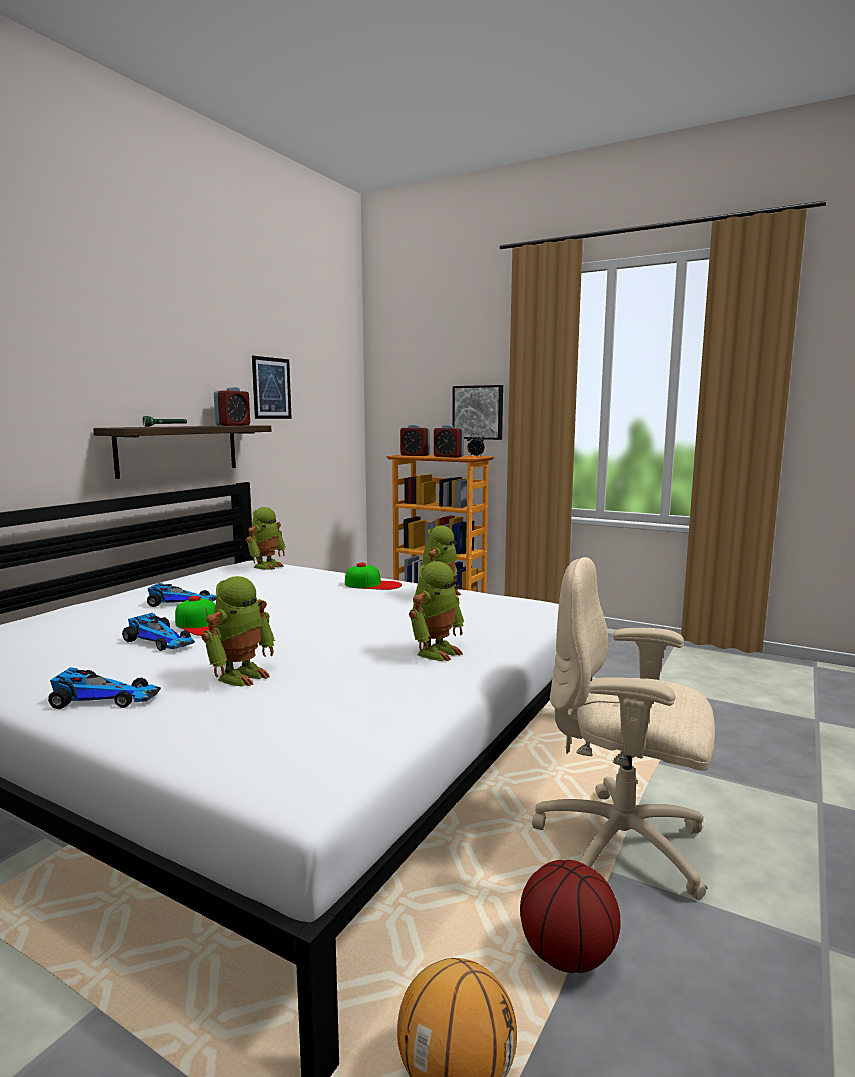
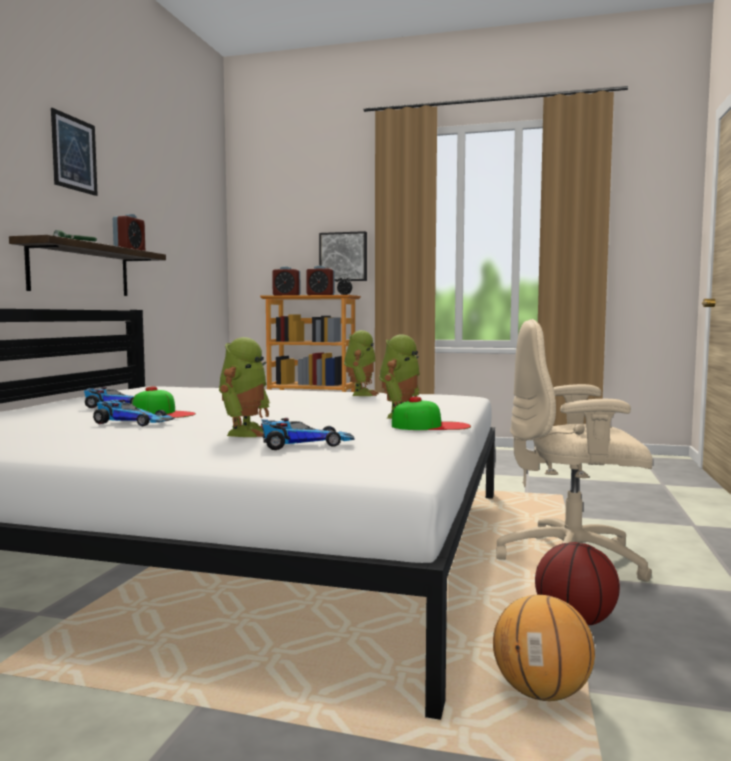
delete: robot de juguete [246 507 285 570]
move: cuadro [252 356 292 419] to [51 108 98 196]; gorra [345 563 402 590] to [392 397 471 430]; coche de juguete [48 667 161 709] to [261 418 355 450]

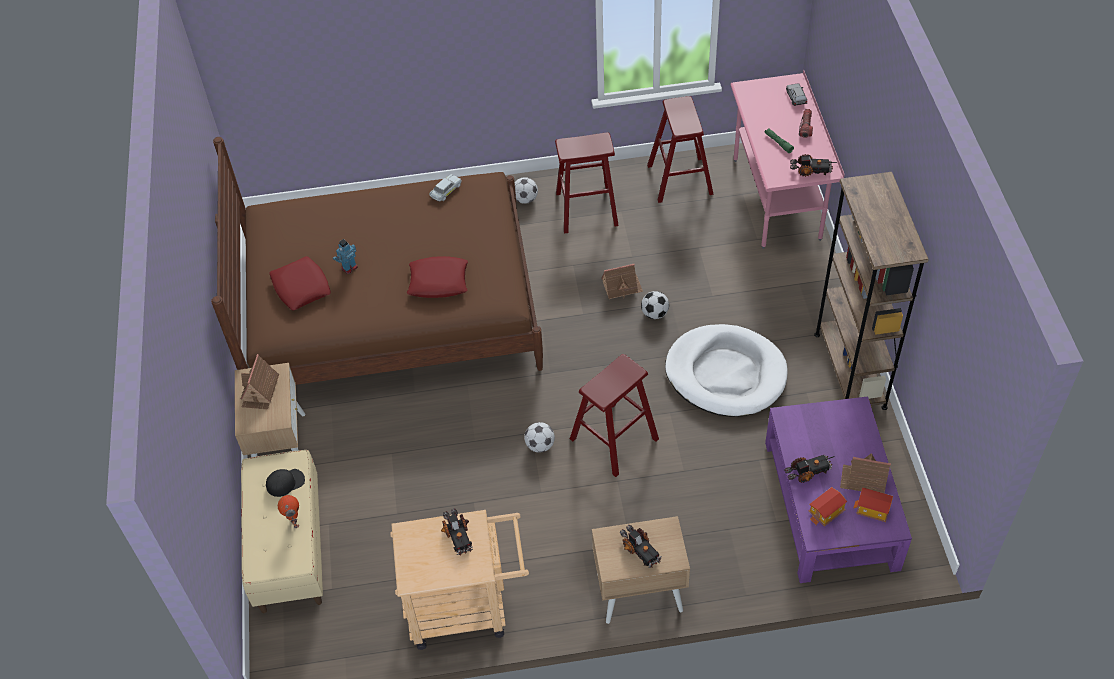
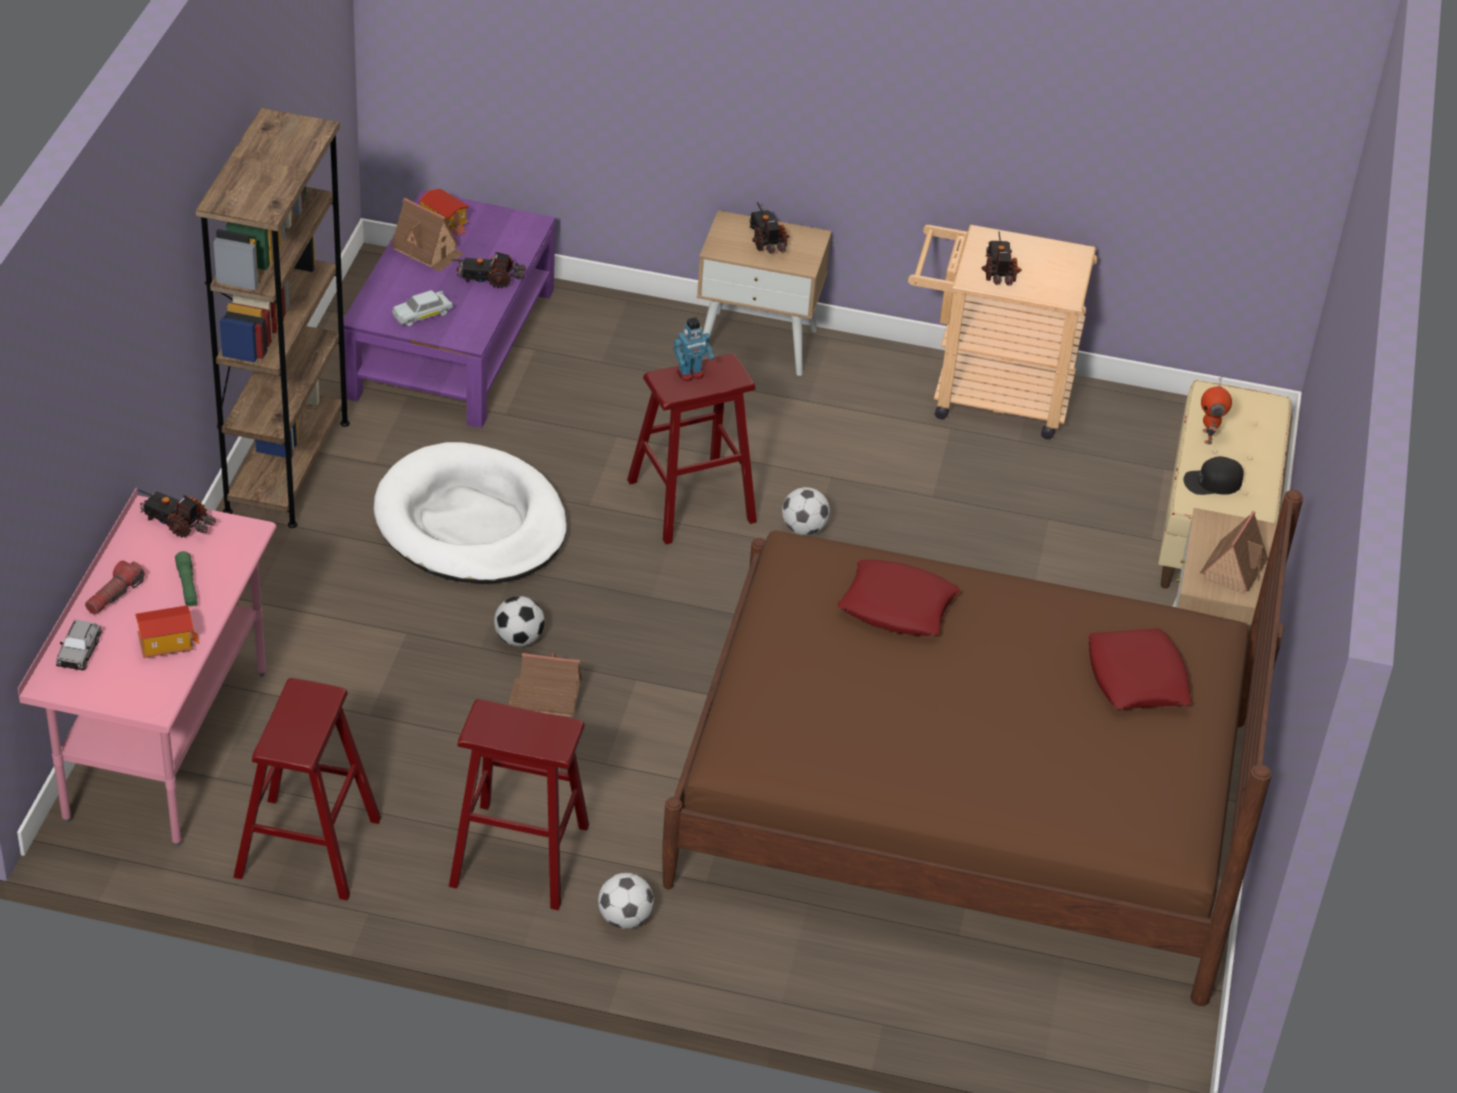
move: coche de juguete [blanco] [429 174 462 202] to [392 290 453 327]; robot de juguete [333 239 358 274] to [674 317 714 382]; casita [809 487 847 526] to [135 605 200 658]

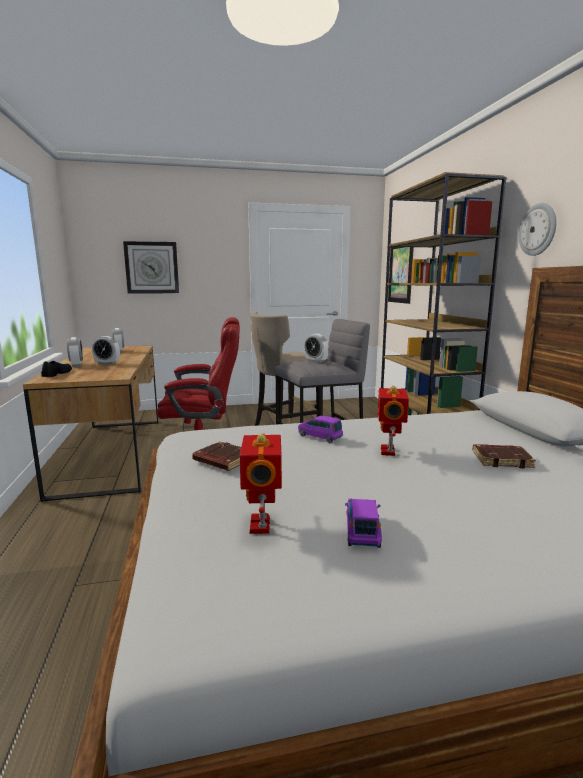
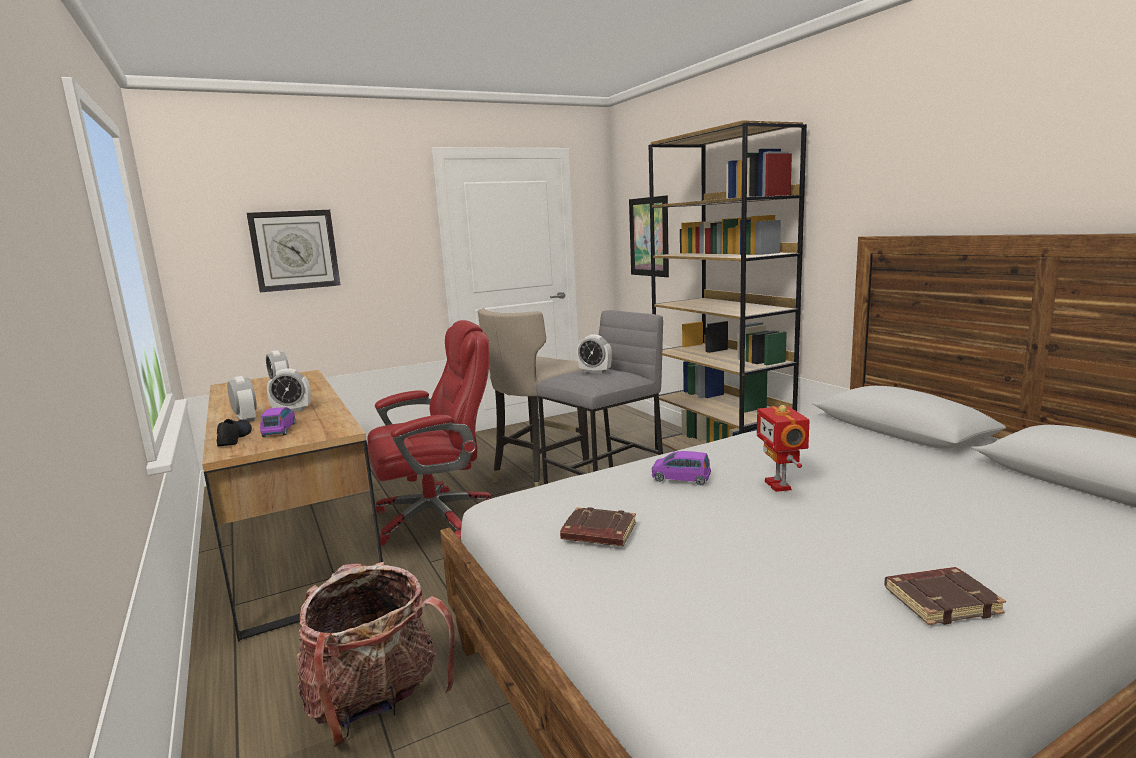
delete: reloj de pared [519 203 557 256]; robot de juguete [239 434 282 534]
insert: mochila [297 562 455 747]
move: libro [marrón] [473 444 536 468] to [884 567 1006 625]; coche de juguete [morado] [345 499 382 548] to [260 407 295 437]

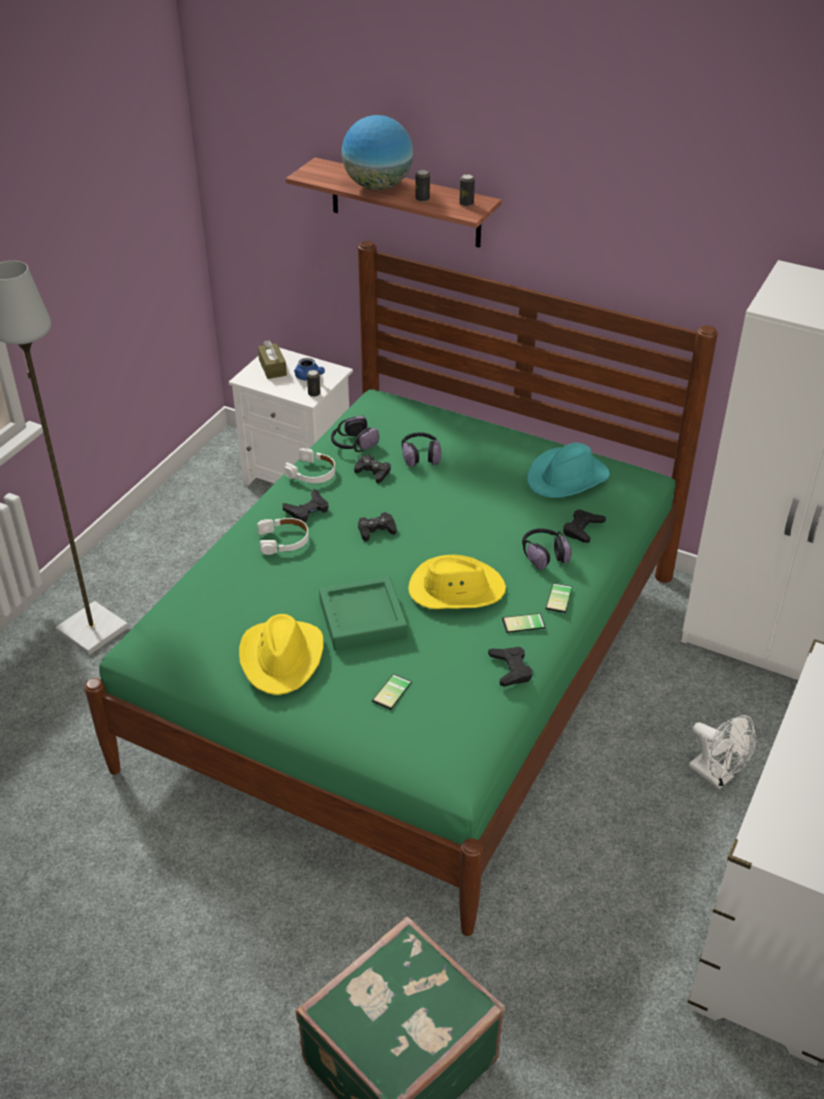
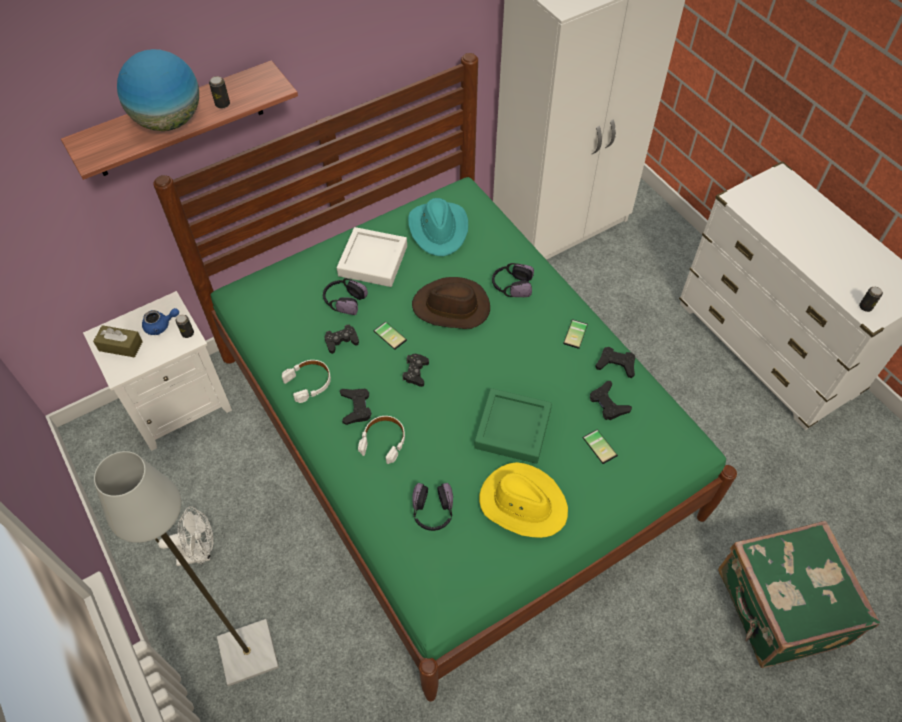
delete: sombrero [amarillo] [408 554 506 609]
insert: bandeja [blanco] [337 227 407 287]; sombrero [marrón] [412 277 490 329]
move: lata [459 174 475 206] to [859 287 883 312]; auriculares [331 415 379 452] to [412 483 453 531]; mando de consola [negro] [563 509 606 543] to [590 381 632 420]; móvil [545 583 573 613] to [374 322 407 350]; ventilador [blanco] [689 715 756 789] to [158 506 213 566]

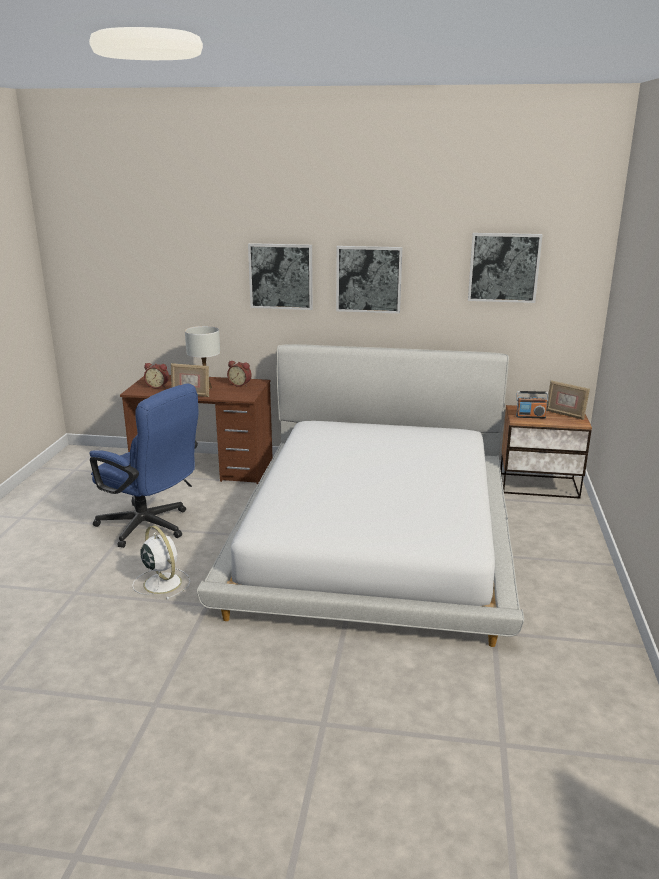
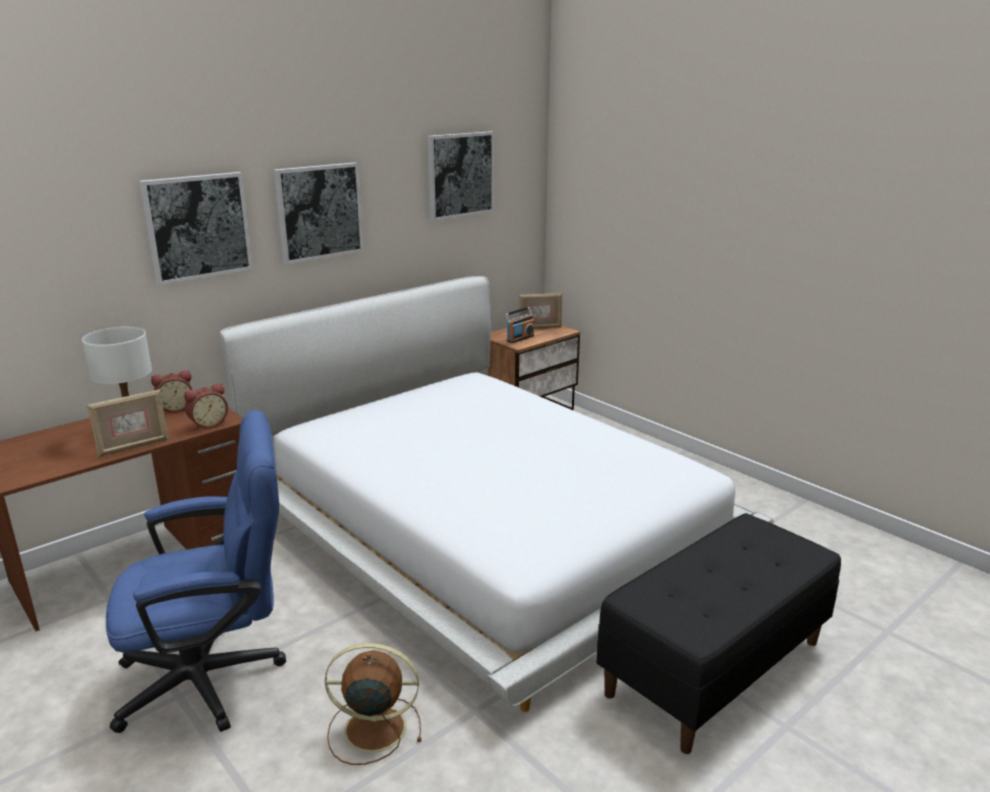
insert: banco [negro] [597 513 841 754]
move: despertador [144 363 169 389] to [184 383 228 430]
recolor: ventilador [blanco] [132 525 190 600] to ventilador [marrón] [325 643 422 765]

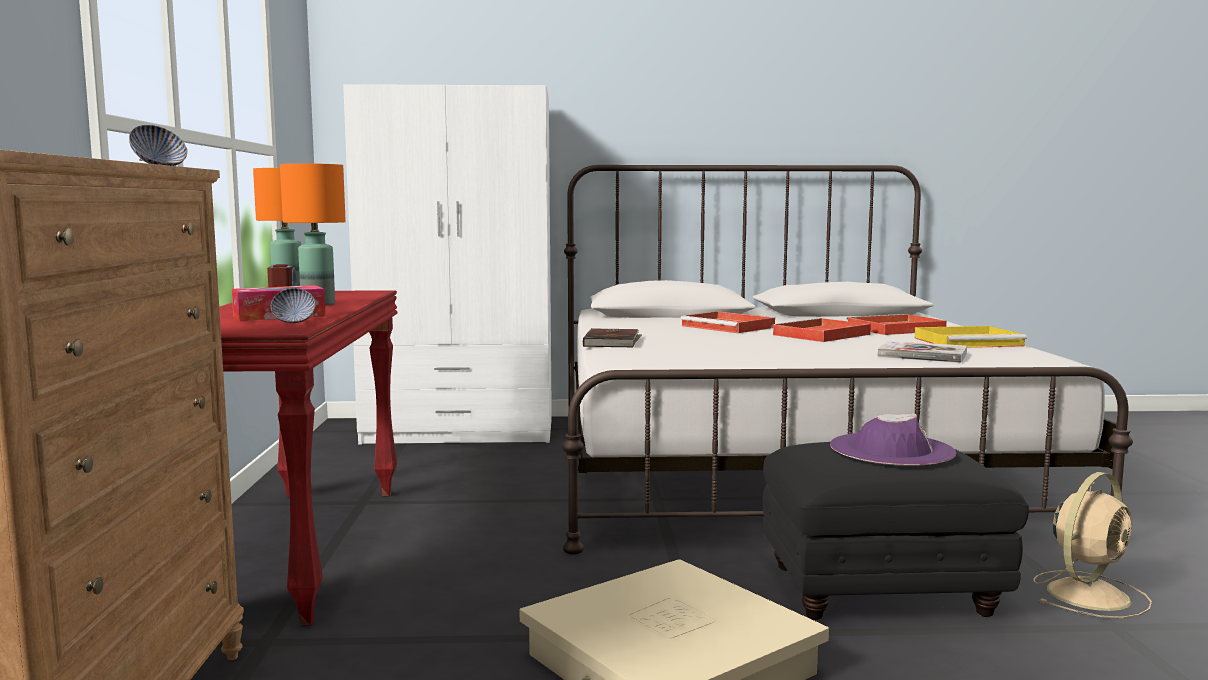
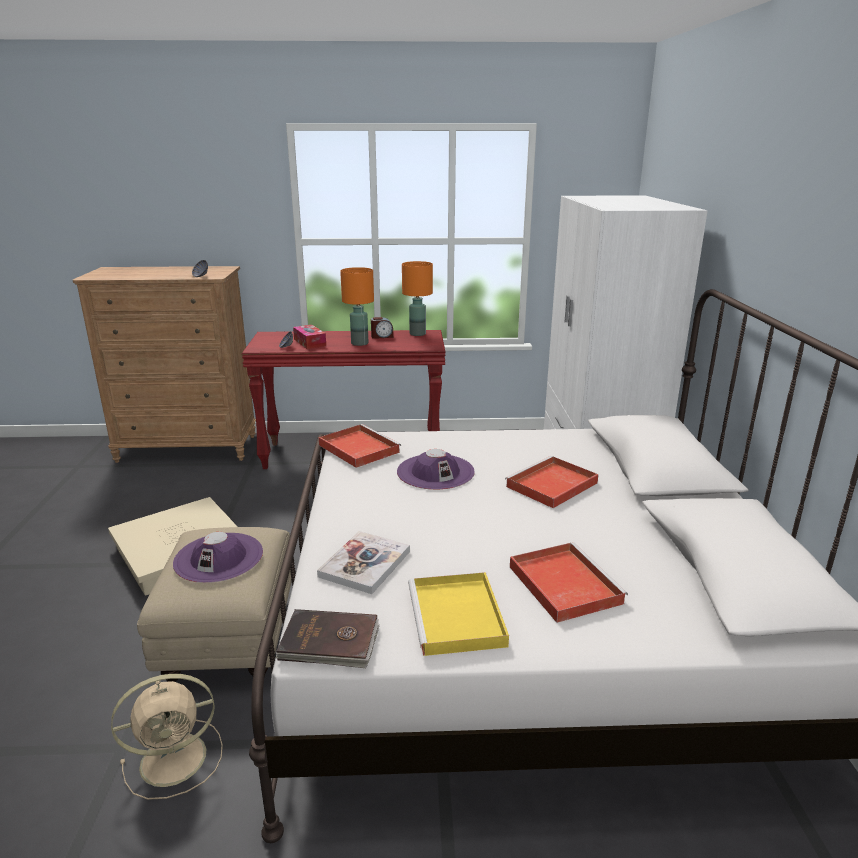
insert: sombrero [morado] [397 449 475 490]
move: bandeja [rojo] [771 318 871 342] to [319 424 401 468]; libro [marrón] [583 328 641 347] to [275 609 380 668]
recolor: puf [negro] [763 442 1029 620] to puf [beis] [137 527 292 682]
rotate: ventilador [beis] [1033 472 1152 618] = [111 674 223 800] 75 degrees counterclockwise

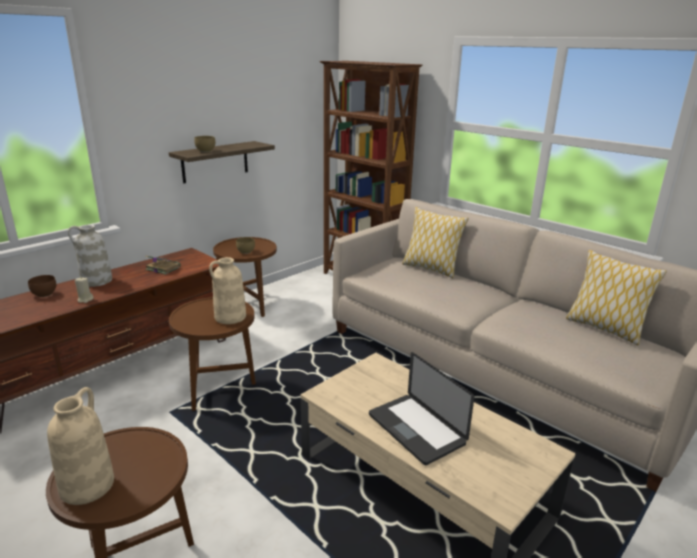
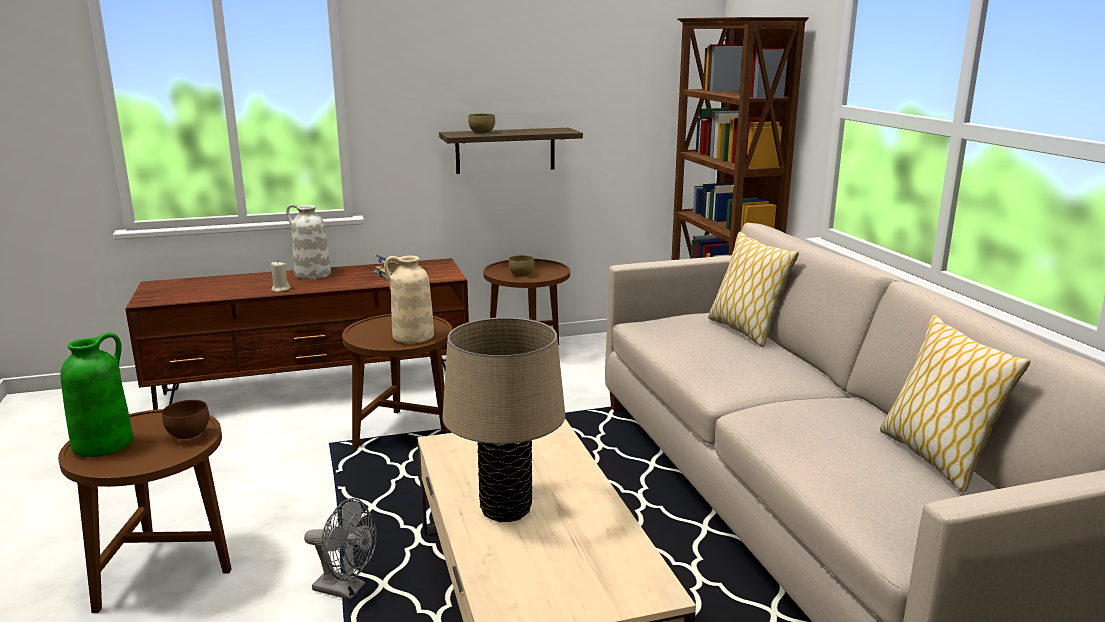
insert: ventilador [gris] [304 498 377 599]
move: cuenco [marrón] [28 275 56 297] to [162 400 209 440]
replace: portátil [369 352 474 465] to lámpara de mesa [beis] [442 317 565 522]
recolor: florero [beis] [47 387 114 505] to florero [verde] [60 332 133 457]

